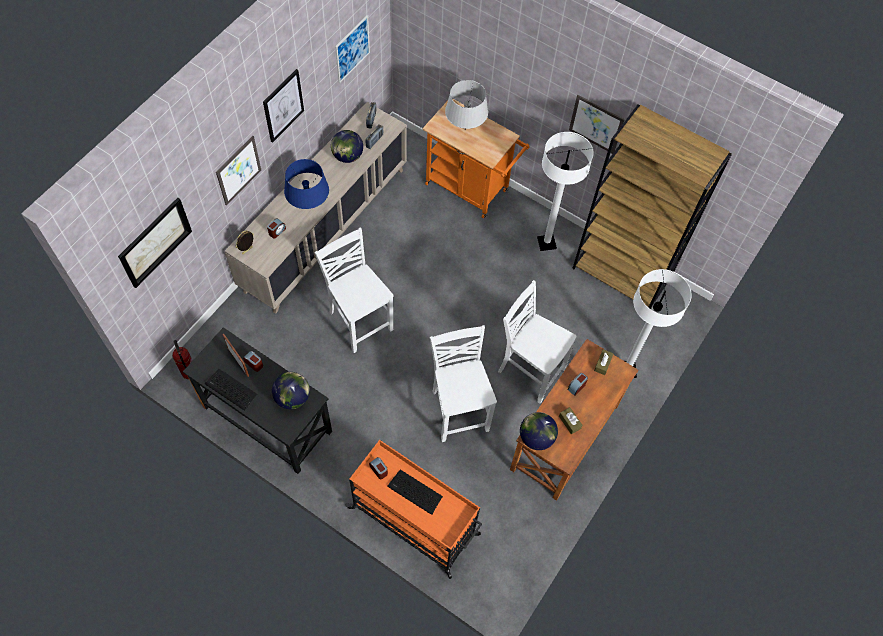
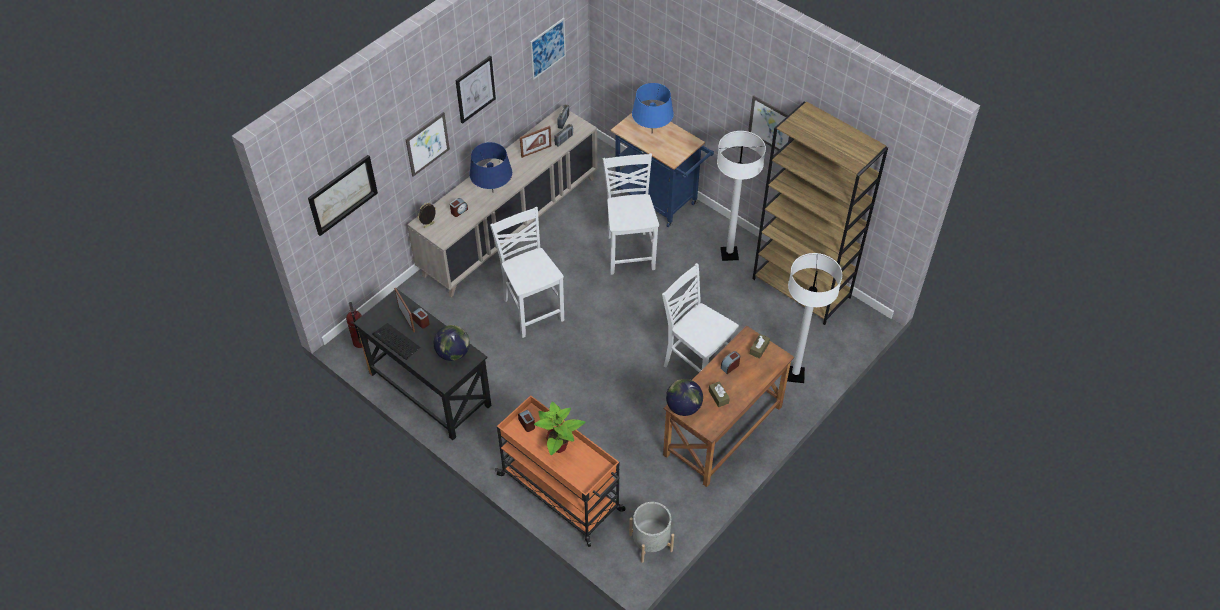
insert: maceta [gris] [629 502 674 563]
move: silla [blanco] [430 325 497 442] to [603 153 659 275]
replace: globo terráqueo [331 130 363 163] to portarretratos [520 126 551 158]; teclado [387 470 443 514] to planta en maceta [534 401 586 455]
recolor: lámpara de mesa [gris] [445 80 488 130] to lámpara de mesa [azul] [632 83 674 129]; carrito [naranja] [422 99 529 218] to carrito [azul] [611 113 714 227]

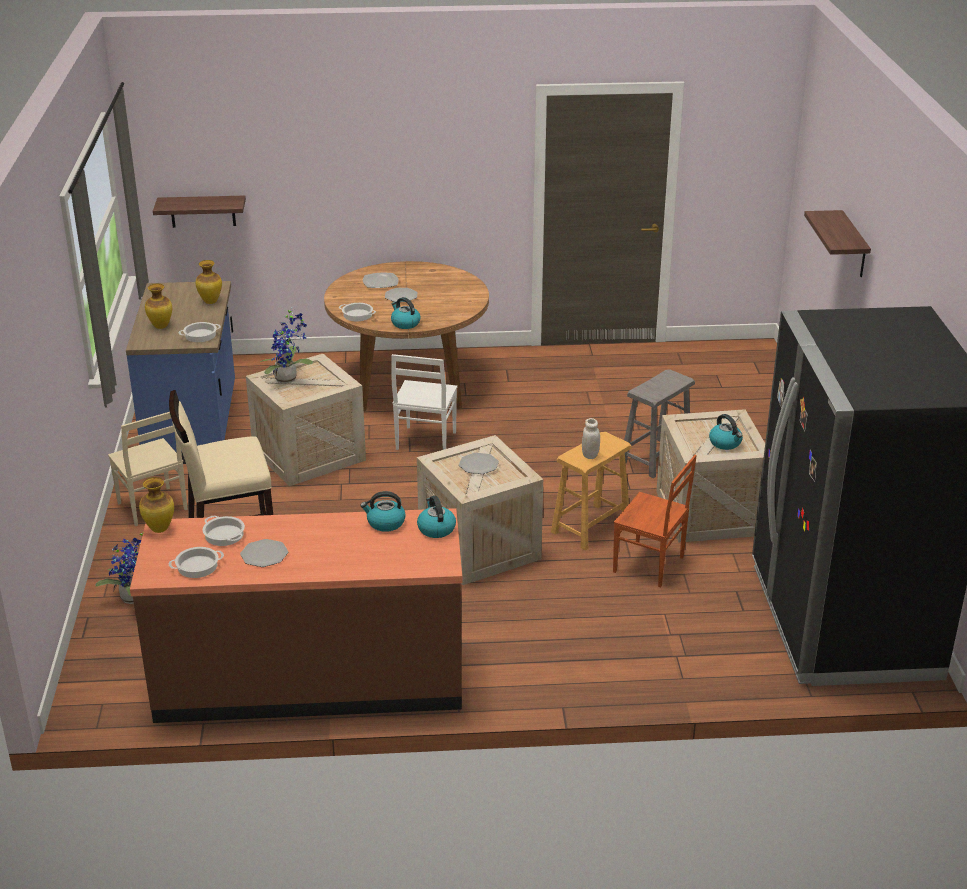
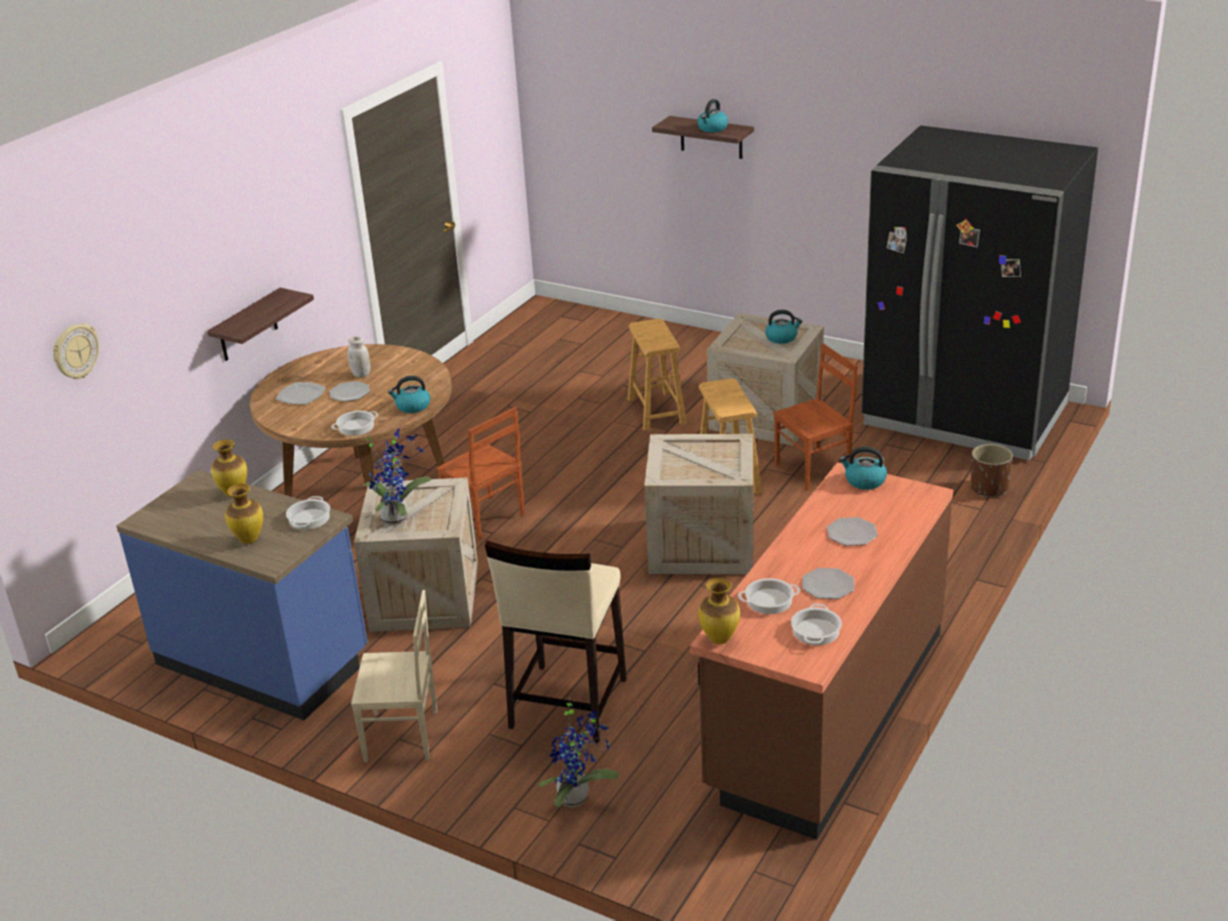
insert: reloj de pared [52 323 99 379]; maceta [marrón] [971 444 1013 497]
move: estante [153 195 246 228] to [207 288 314 361]; tarro [blanco] [582 418 600 459] to [347 336 370 377]; plato [459 453 499 474] to [826 517 878 546]; hervidor [360 491 406 532] to [697 99 728 132]
recolor: silla [blanco] [392 354 457 450] to silla [marrón] [437 407 525 540]; taburete [gris] [624 369 695 478] to taburete [marrón] [628 318 687 431]

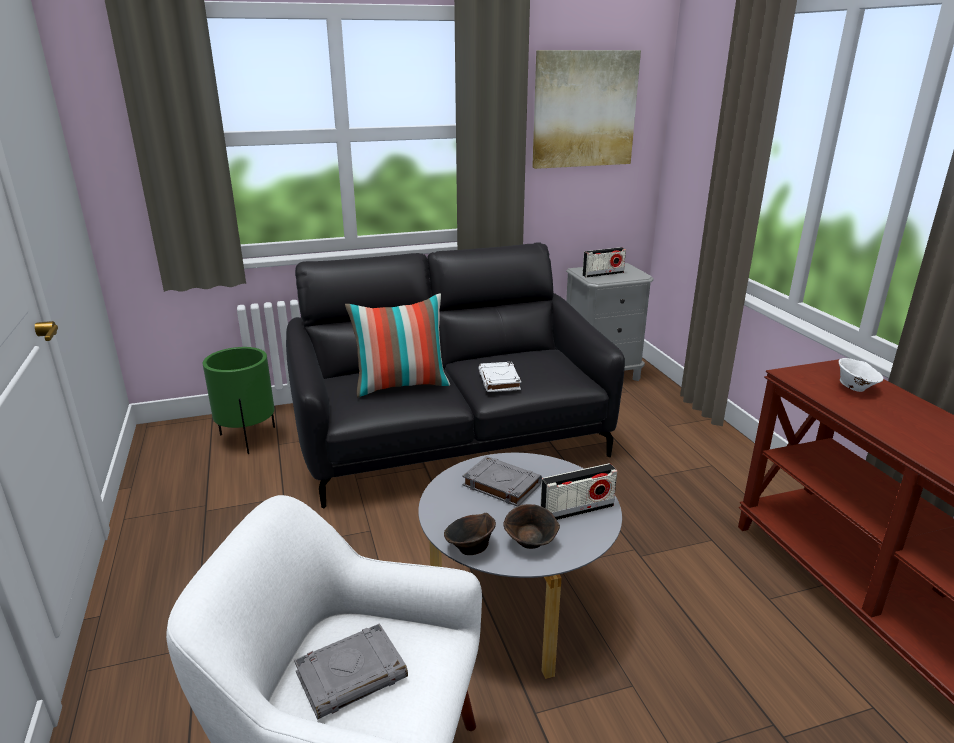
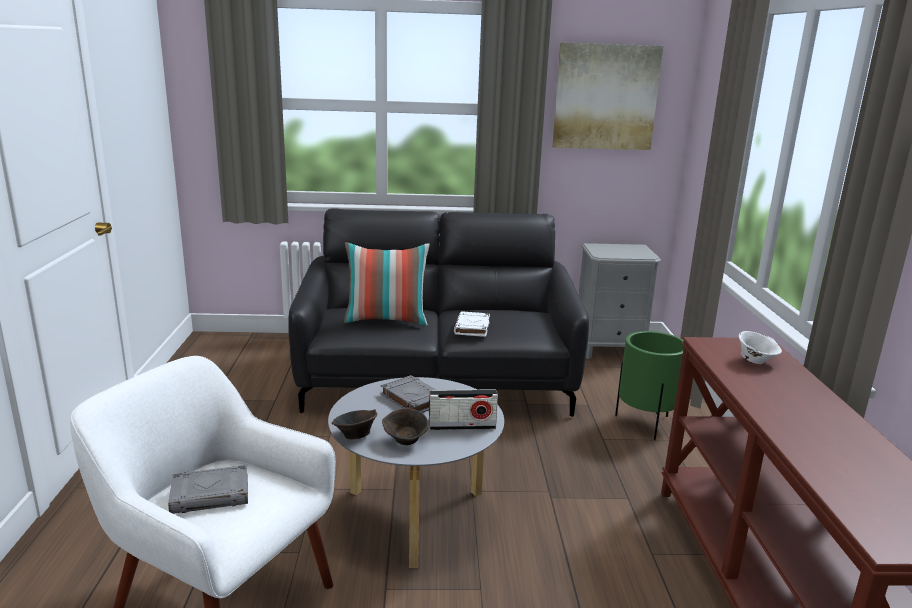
delete: radio [582 247 626 278]
move: maceta [verde] [203 347 275 454] to [615 331 684 440]

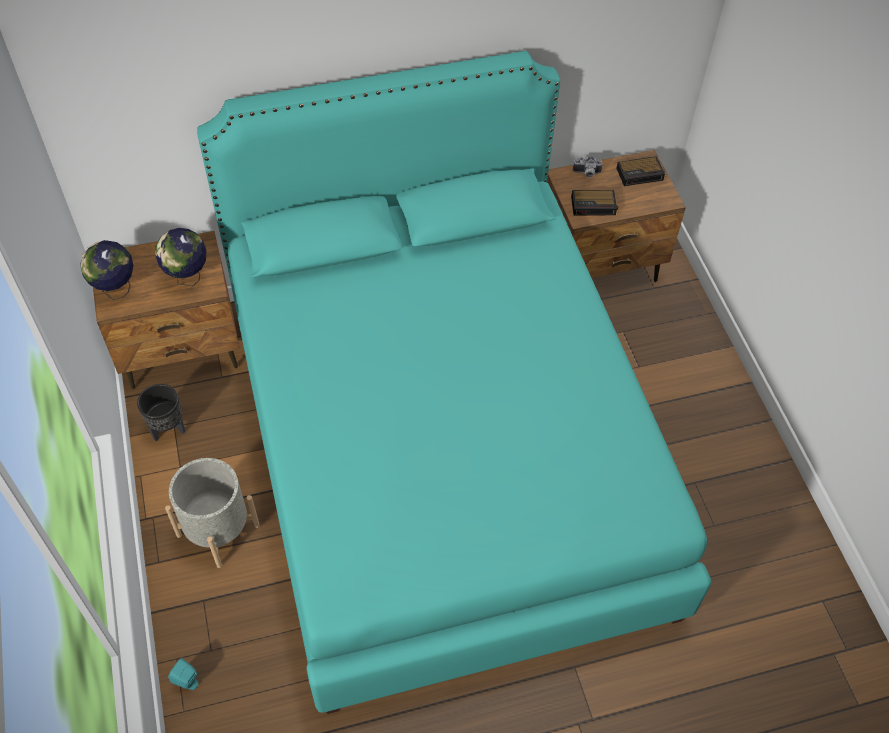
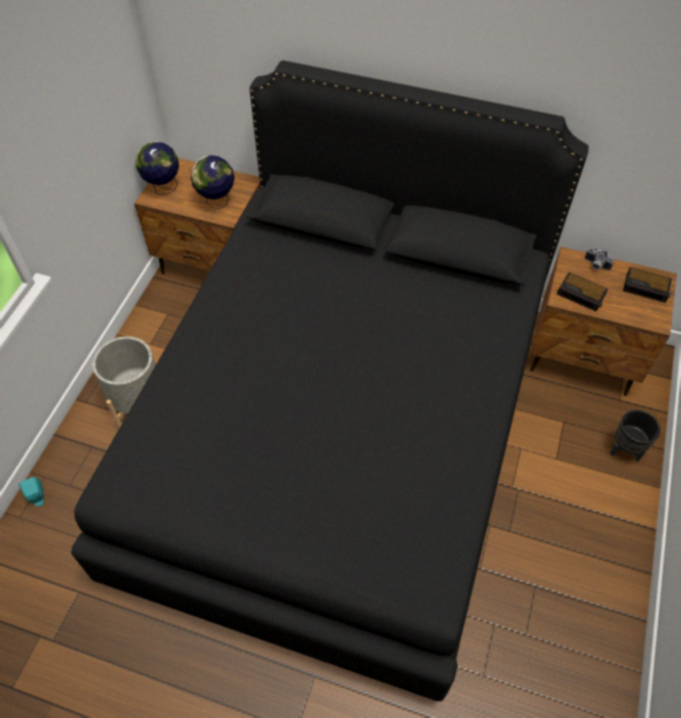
move: maceta [negro] [137 384 185 441] to [610 410 660 462]
recolor: cama [turquesa] [197 51 711 714] to cama [negro] [71 60 589 701]

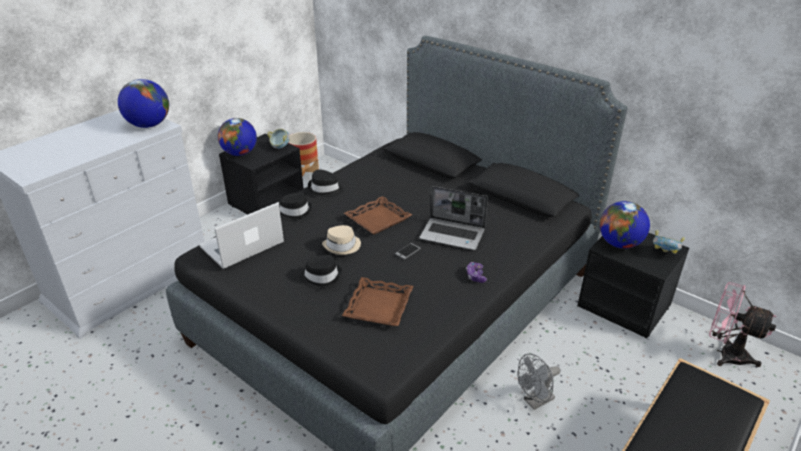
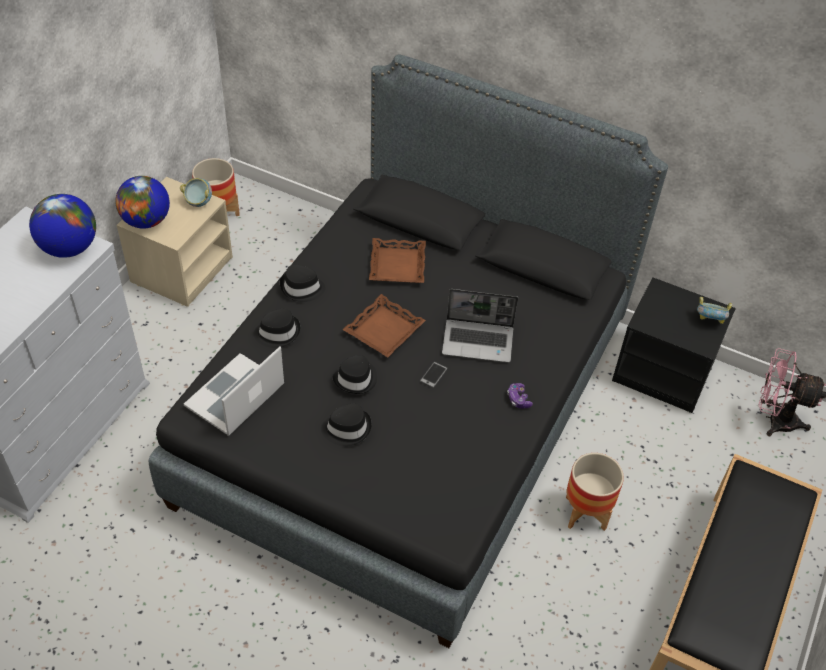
delete: globo terráqueo [599 201 650 249]
move: bandeja [marrón] [342 277 413 326] to [369 238 426 283]
replace: ventilador [gris] [517 354 560 410] to maceta [566 453 624 531]
recolor: mesita de noche [negro] [219 133 304 215] to mesita de noche [beis] [117 177 233 307]; sombrero [beis] [322 225 361 255] to sombrero [negro] [333 355 377 394]

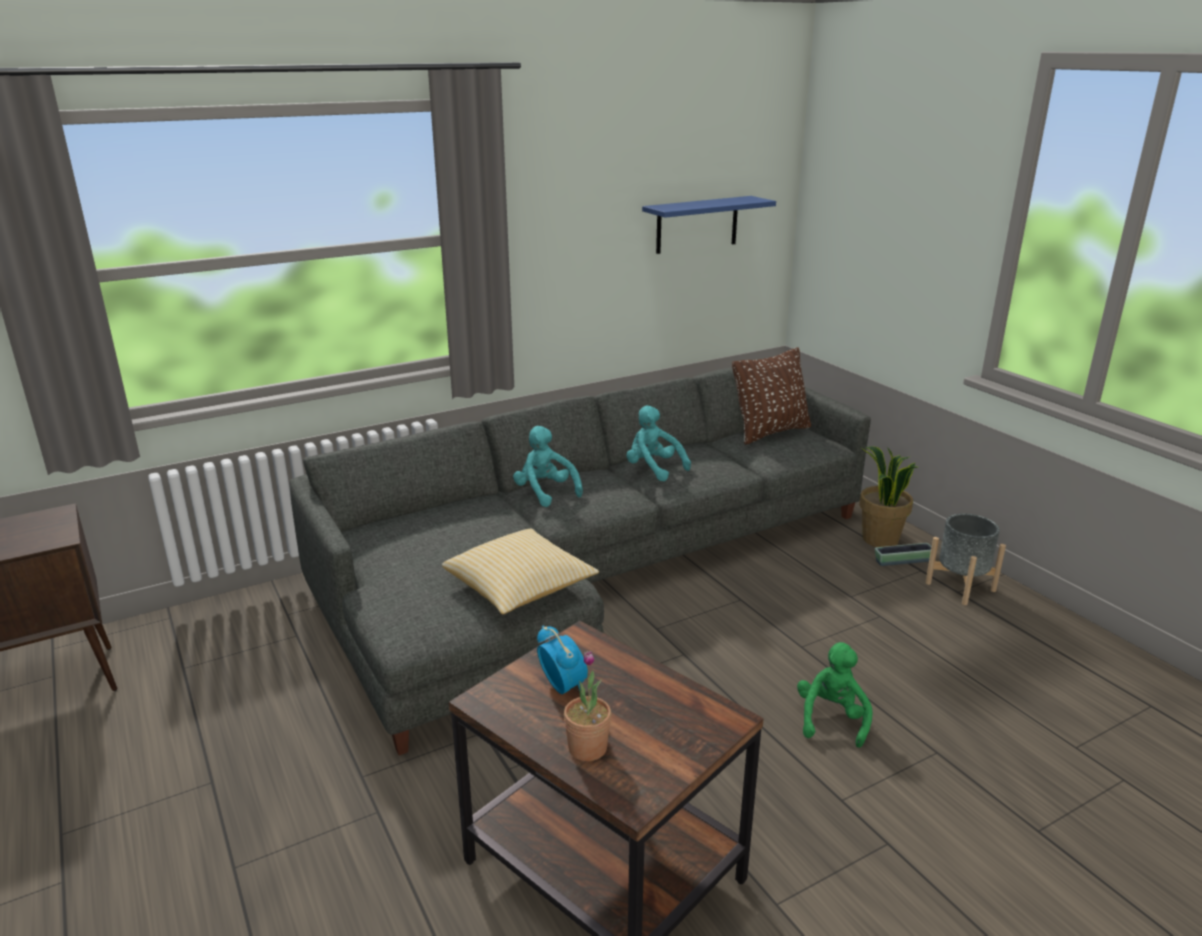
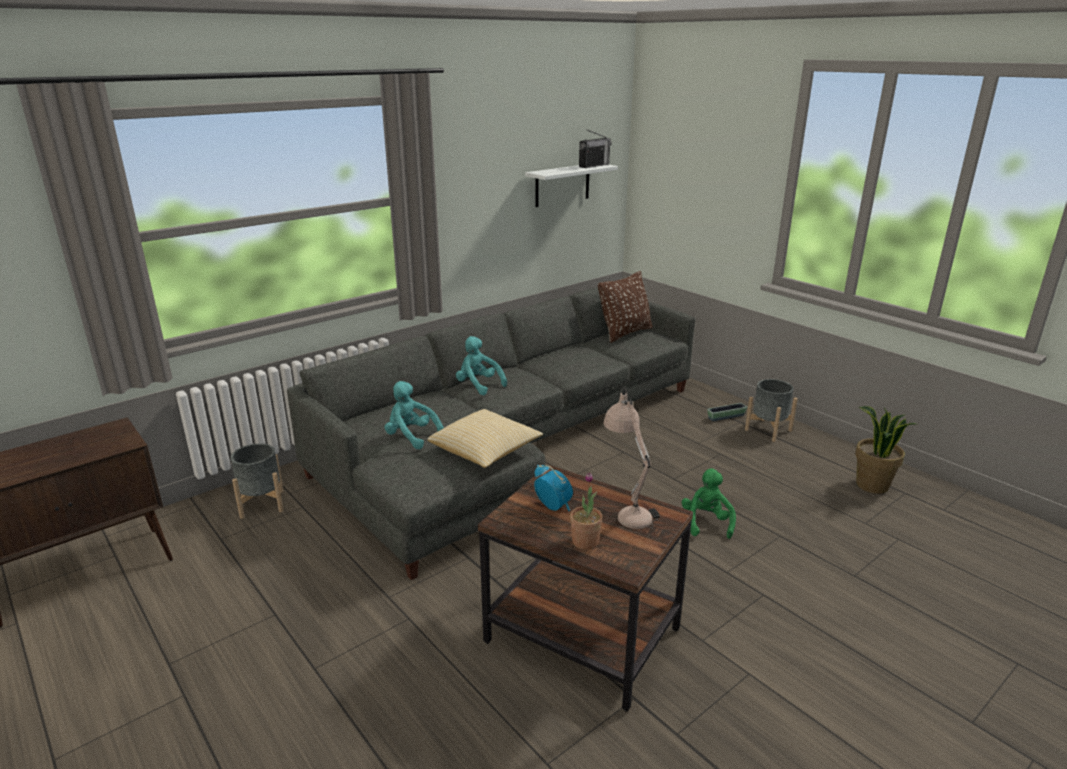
insert: radio [579 129 612 168]; lámpara de mesa [beis] [604 387 660 529]; maceta [gris] [231 443 284 519]
move: peluche [turquesa] [626 405 691 481] to [385 381 444 449]; planta en maceta [859 446 919 547] to [855 406 916 494]
recolor: estante [azul] [642 196 776 254] to estante [blanco] [525 165 618 207]

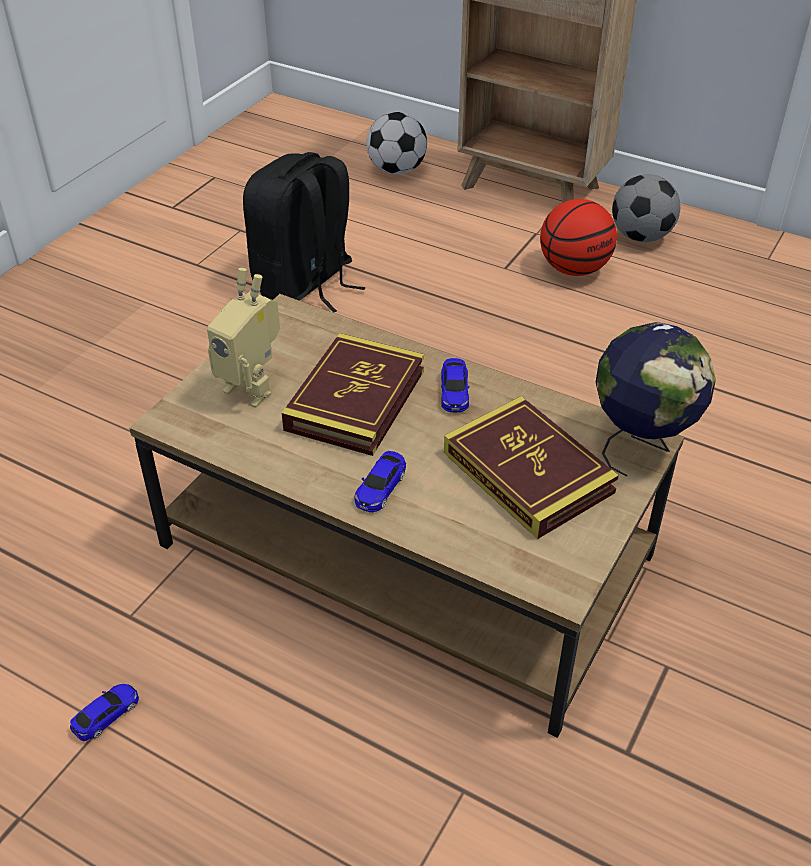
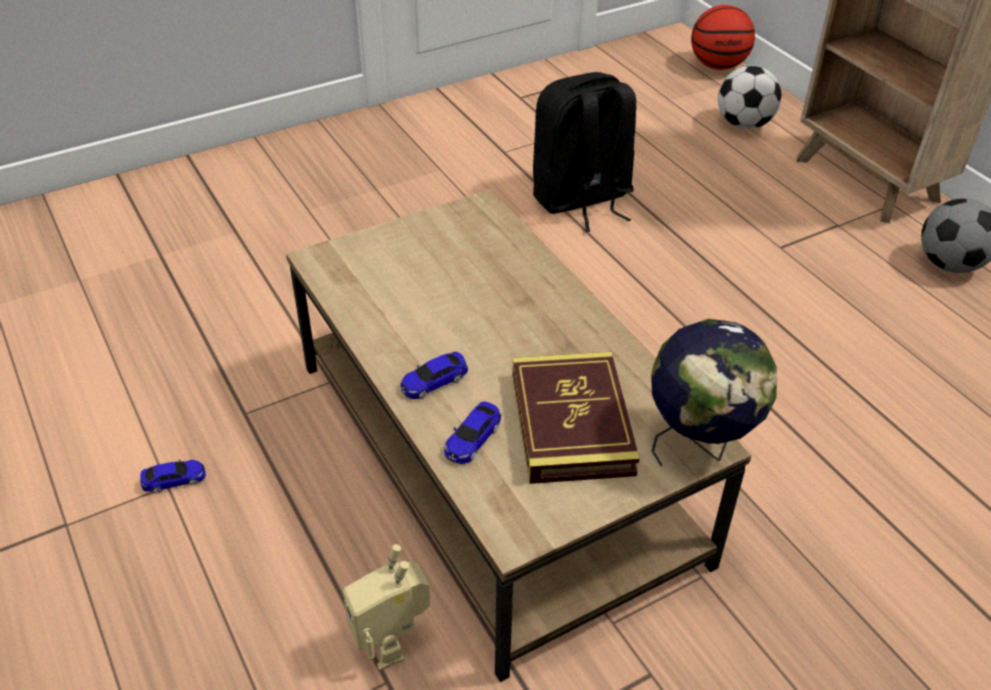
delete: libro [282 333 424 456]
move: balón de baloncesto [540 199 617 276] to [691 5 755 70]; robot de juguete [207 268 280 408] to [343 544 430 671]; coche de juguete [441 358 469 412] to [445 401 501 464]

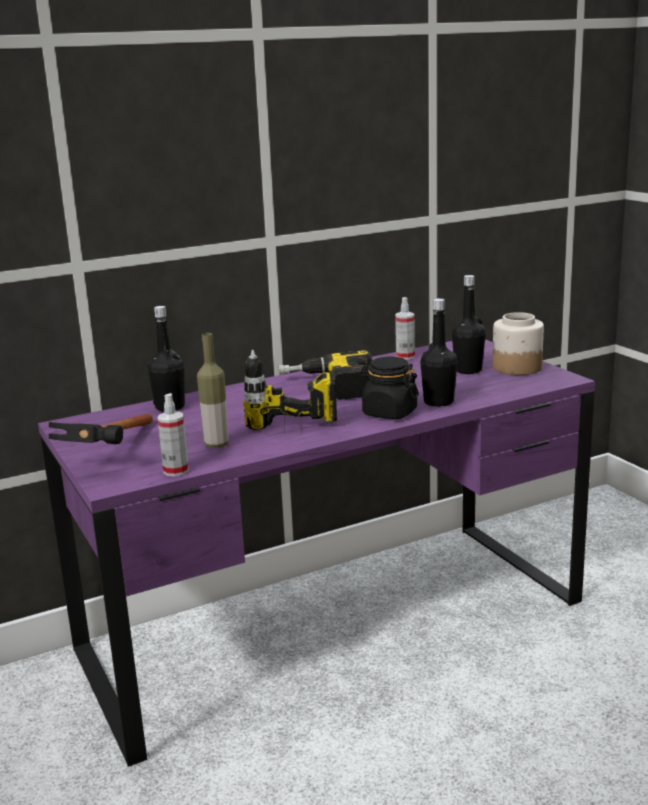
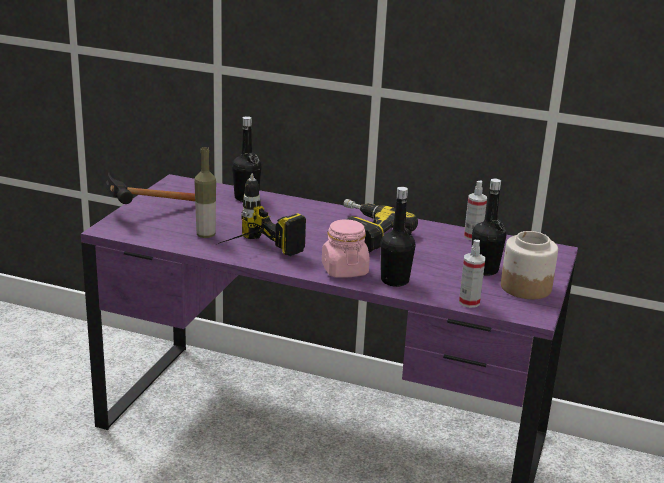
move: pulverizador [158 393 189 476] to [459 240 485 308]
recolor: tarro [negro] [360 356 419 419] to tarro [rosa] [322 219 370 278]

